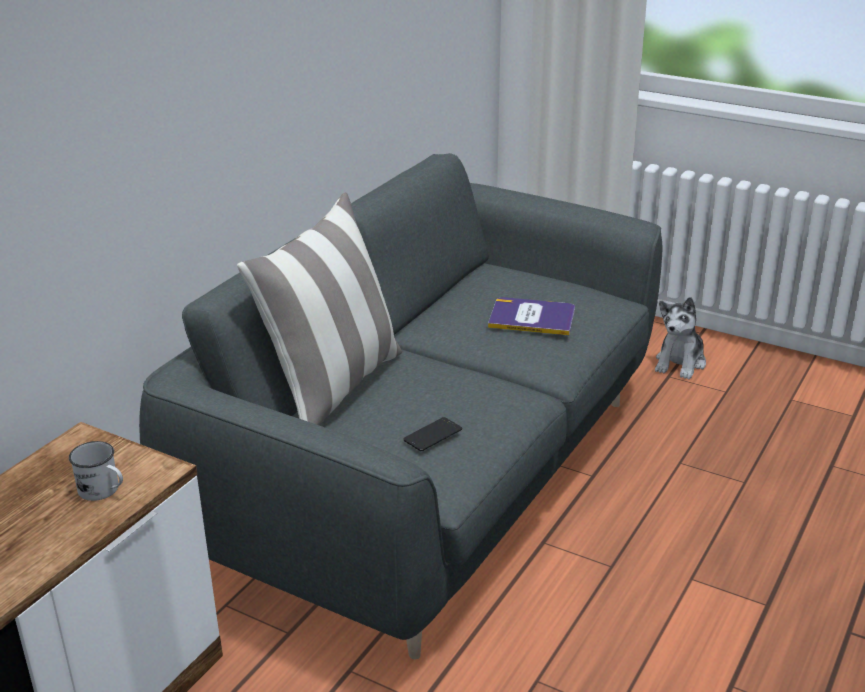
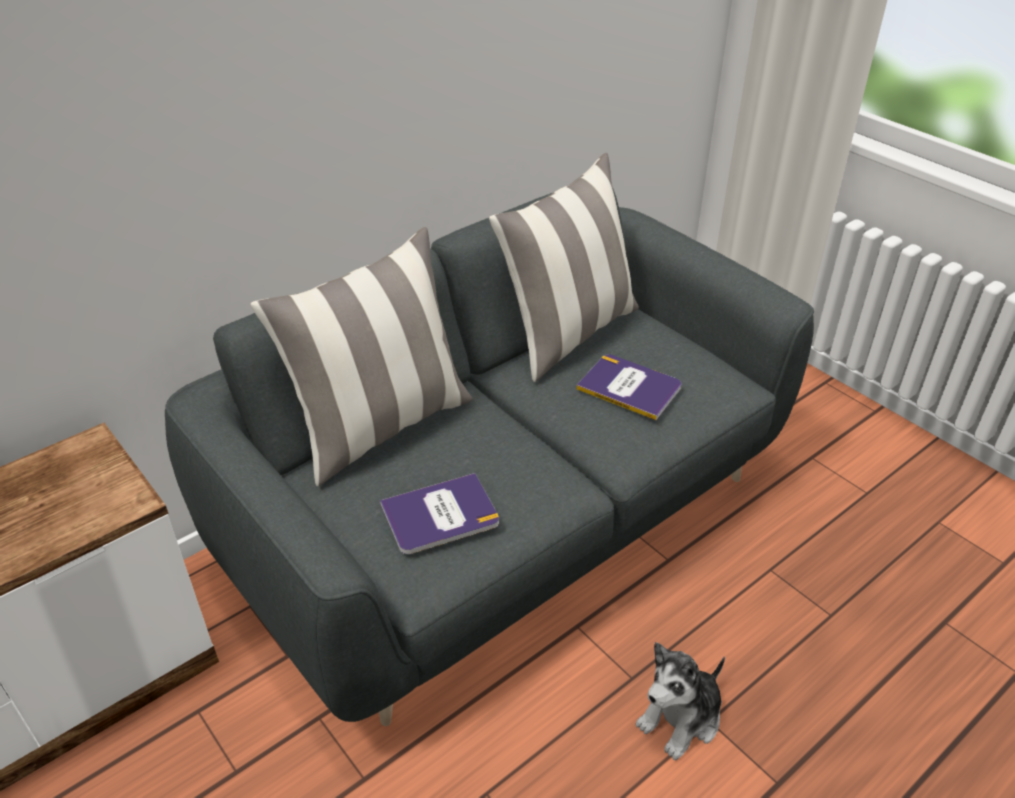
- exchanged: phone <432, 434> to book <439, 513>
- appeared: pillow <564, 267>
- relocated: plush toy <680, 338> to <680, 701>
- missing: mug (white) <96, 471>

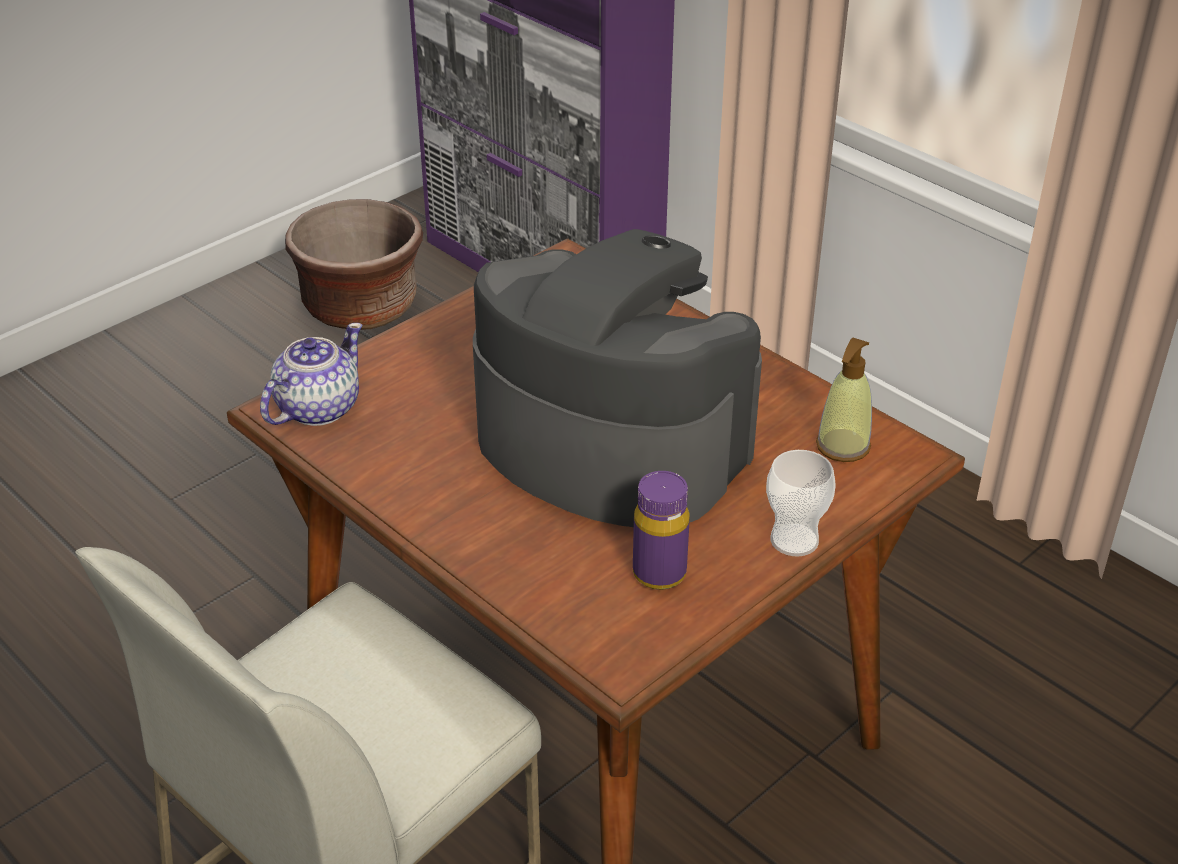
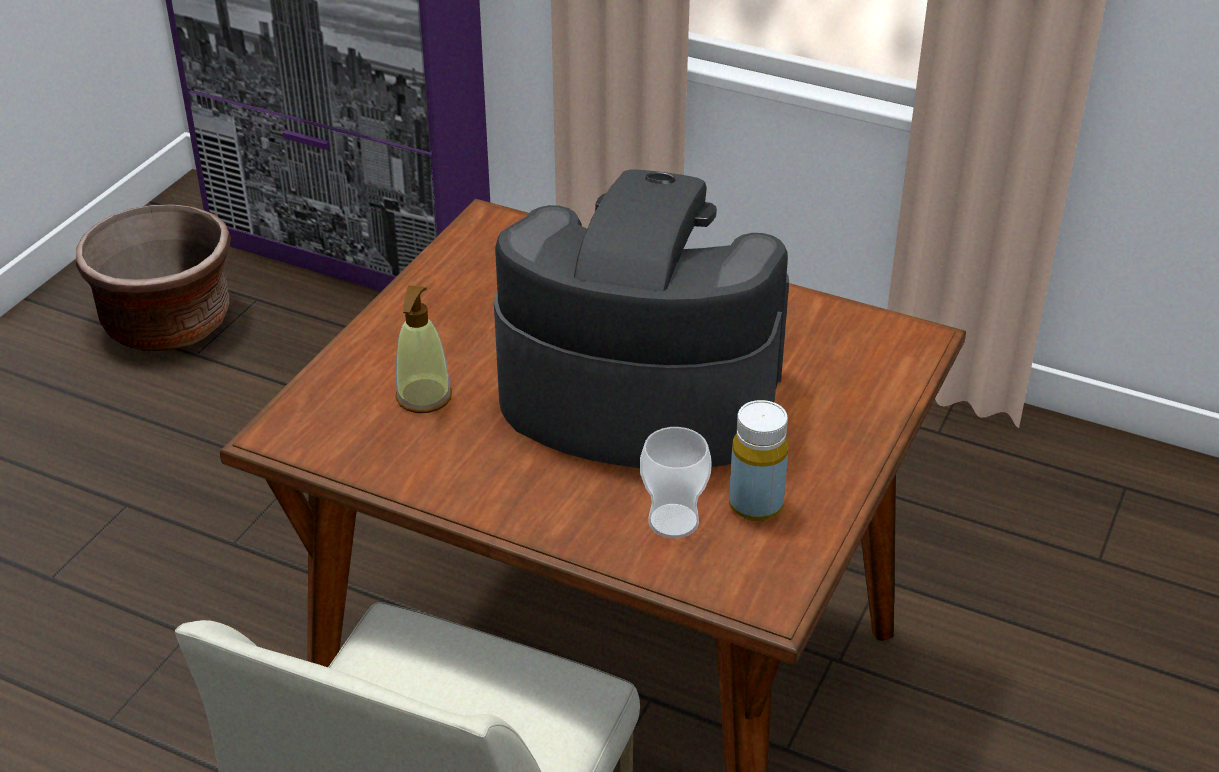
- relocated: soap dispenser <844, 399> to <423, 349>
- relocated: cup <801, 503> to <676, 483>
- colour: bottle (purple) <661, 530> to bottle (yellow) <758, 460>
- missing: teapot <311, 374>

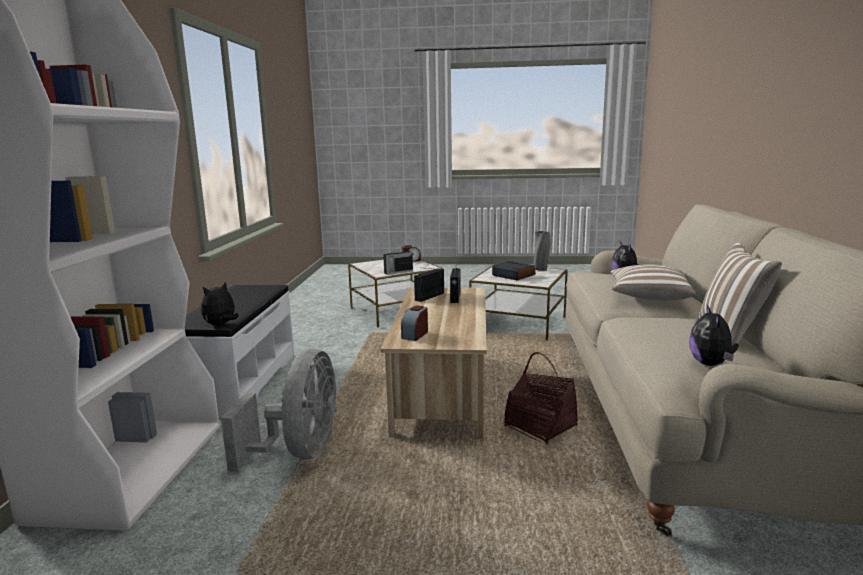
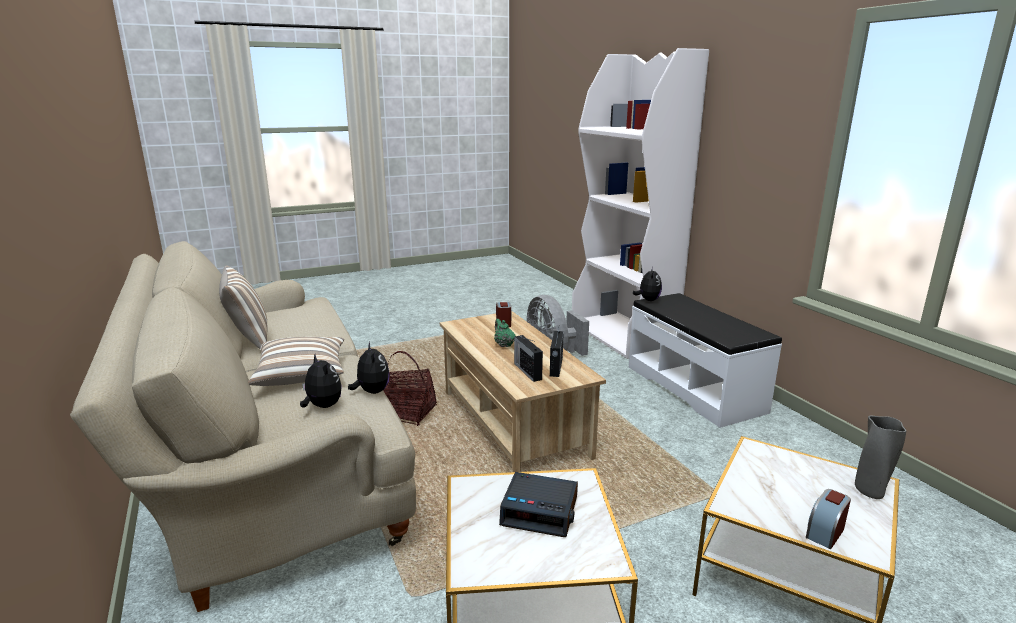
- relocated: plush toy <714, 335> to <369, 368>
- appeared: teapot (green) <504, 333>
- relocated: vase (grey) <542, 251> to <880, 457>
- missing: radio <398, 260>

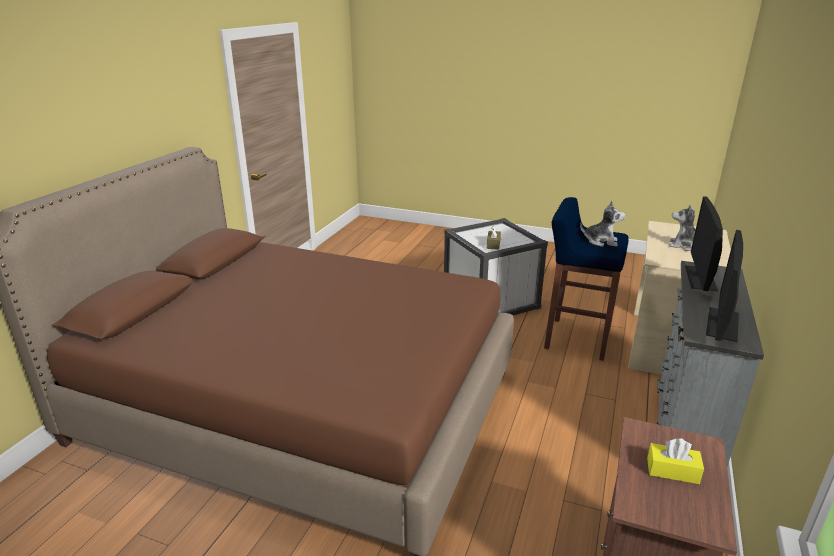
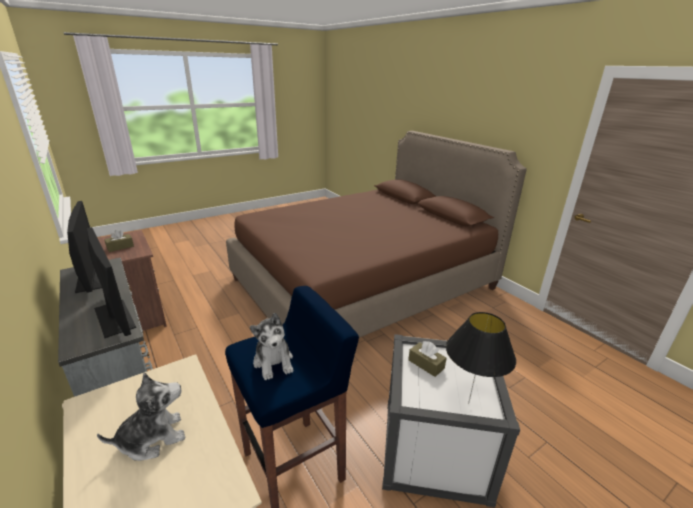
- colour: tissue box (yellow) <675, 461> to tissue box (brown) <119, 241>
- spun: plush toy <603, 224> = <271, 346> 75 degrees counterclockwise
- appeared: table lamp (black) <481, 357>

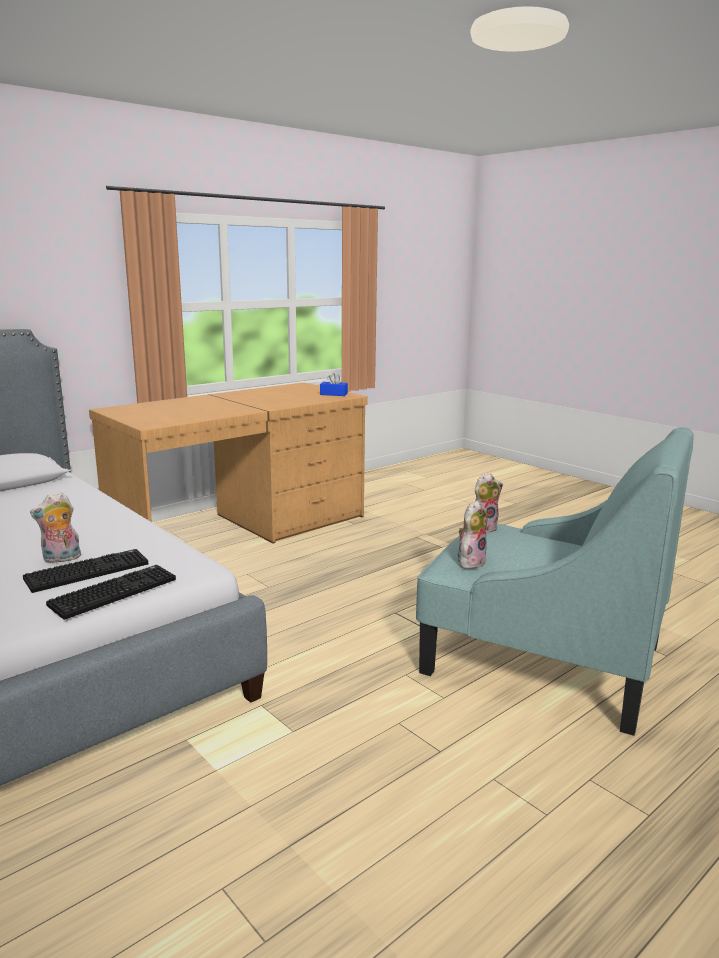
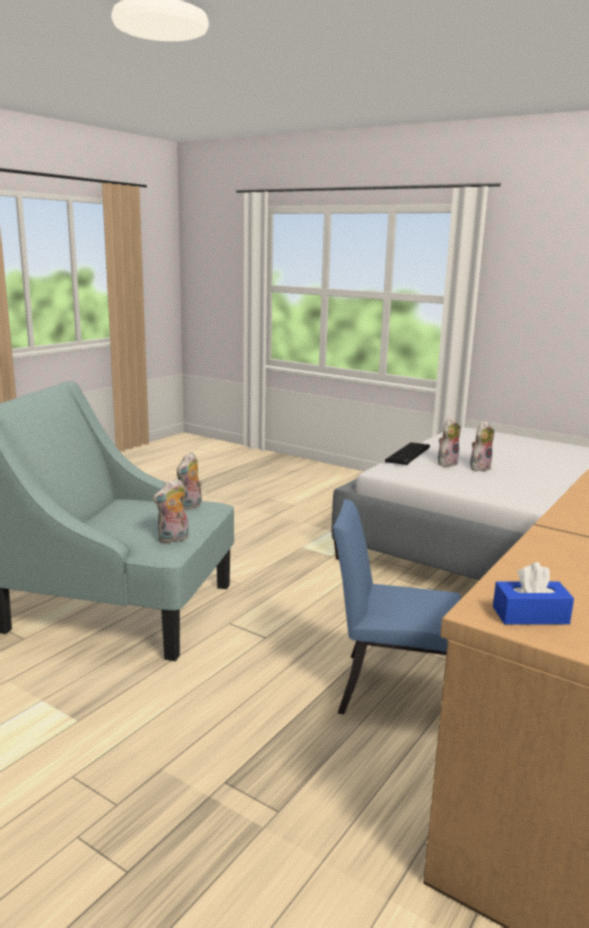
- appeared: chair (blue) <397, 606>
- exchanged: keyboard <85, 571> to plush toy <449, 441>

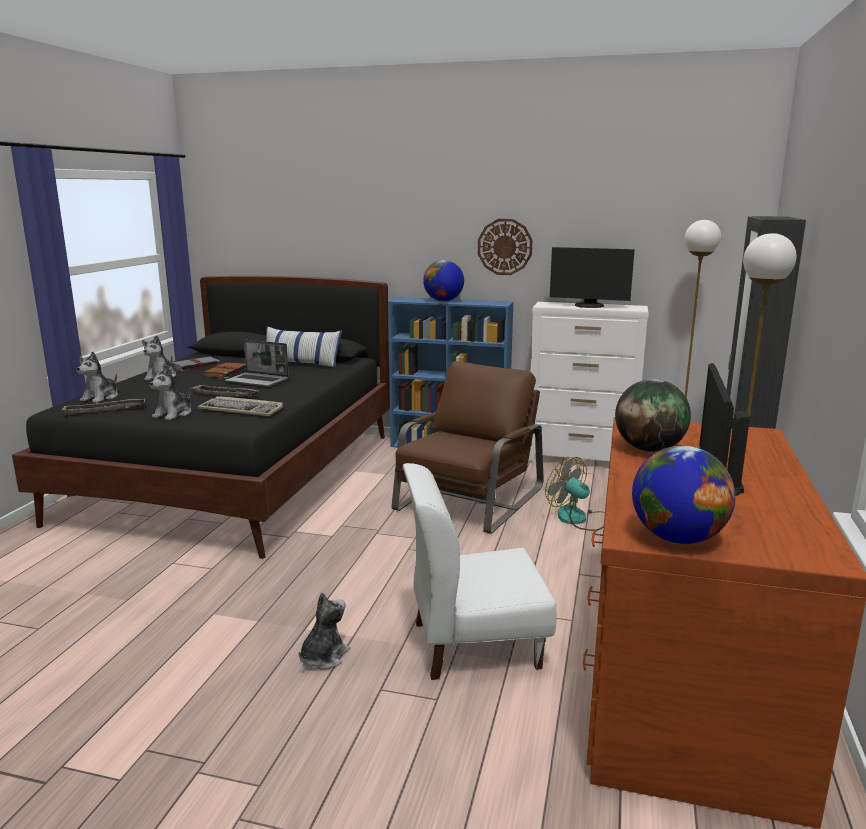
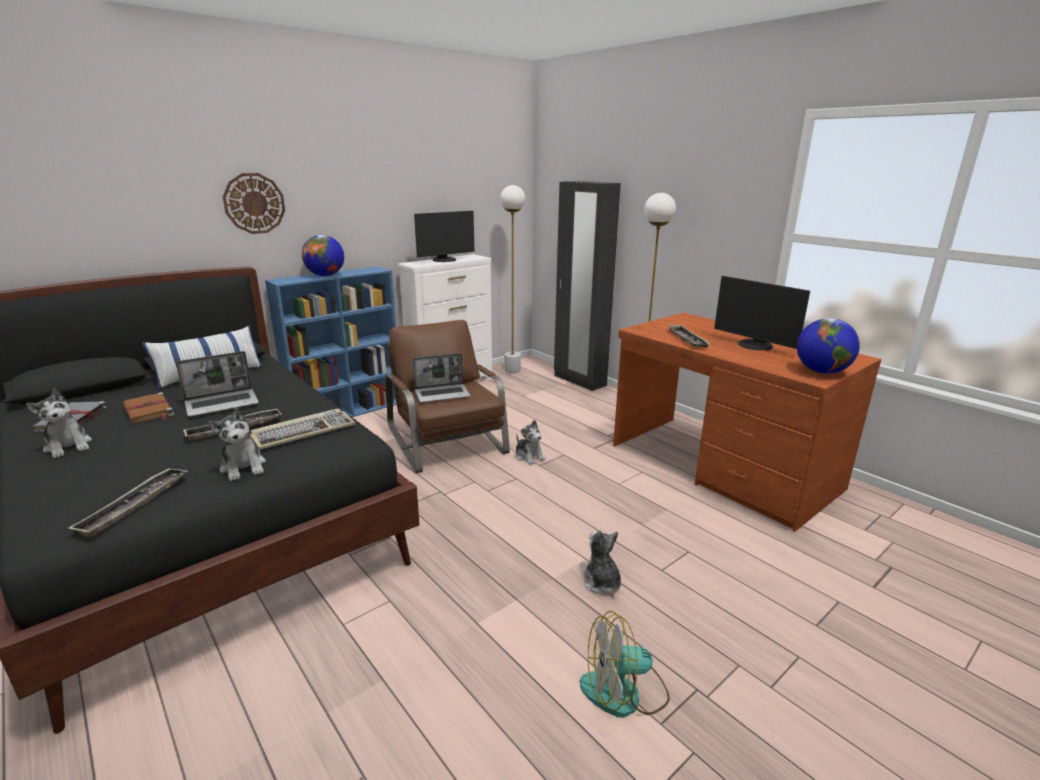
- relocated: wall clock <505, 247> to <254, 203>
- appeared: laptop <441, 378>
- relocated: plush toy <97, 377> to <530, 442>
- relocated: fan <575, 494> to <625, 664>
- exchanged: globe <653, 415> to tray <688, 336>
- missing: chair (white) <479, 571>

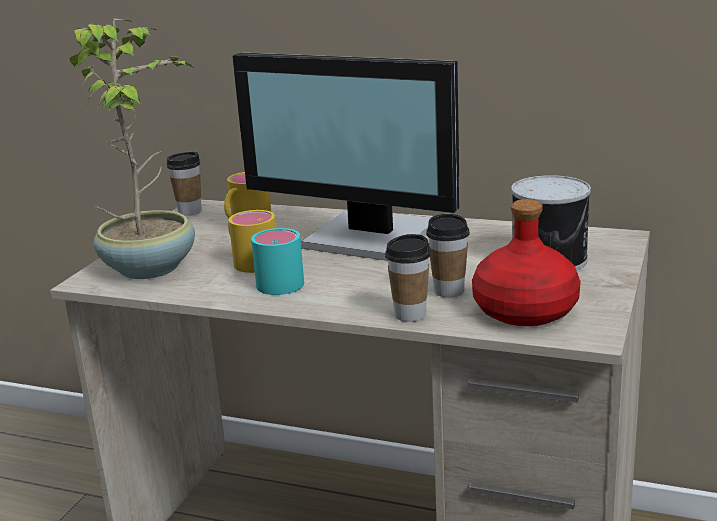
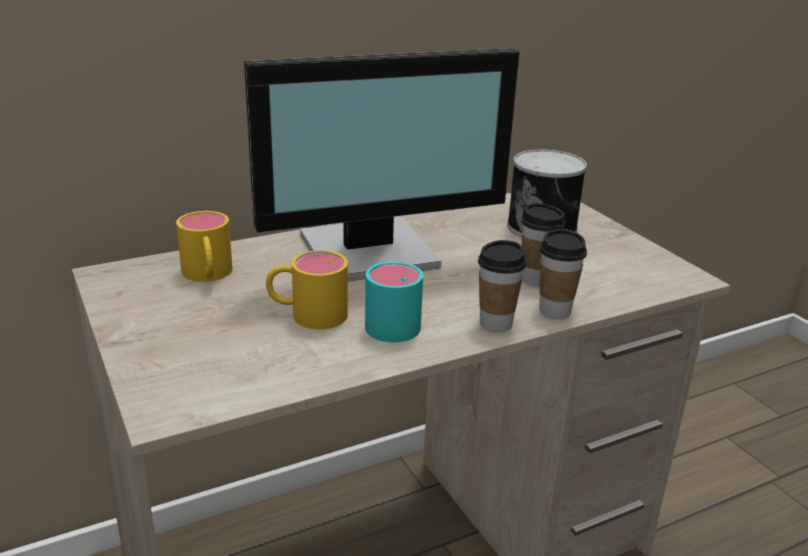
- relocated: cup <184, 183> to <502, 286>
- missing: potted plant <132, 149>
- missing: bottle (red) <526, 262>

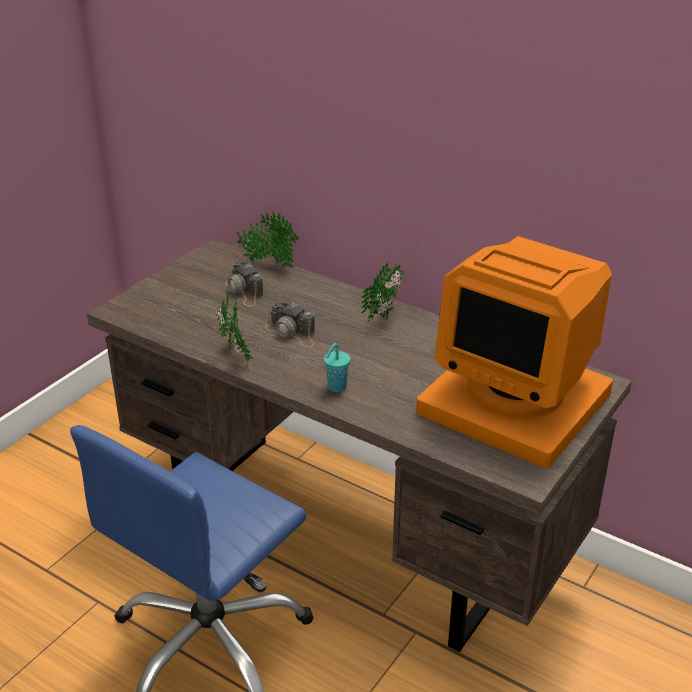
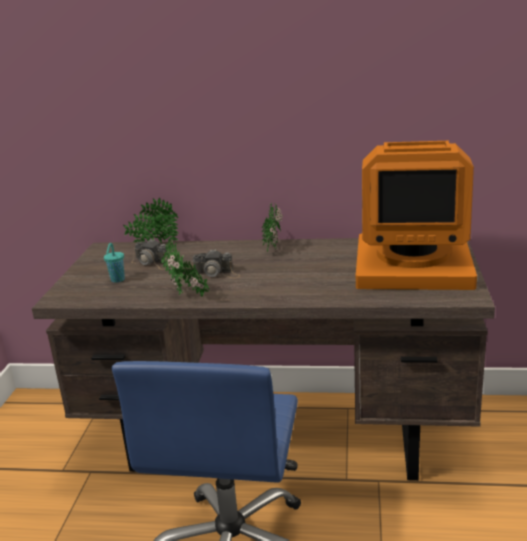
- relocated: cup (turquoise) <337, 367> to <114, 263>

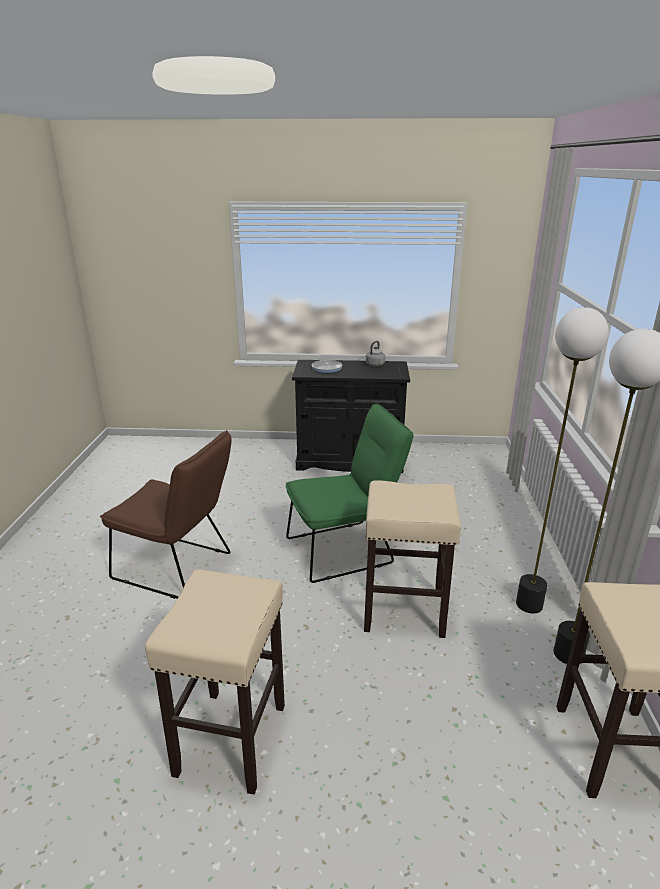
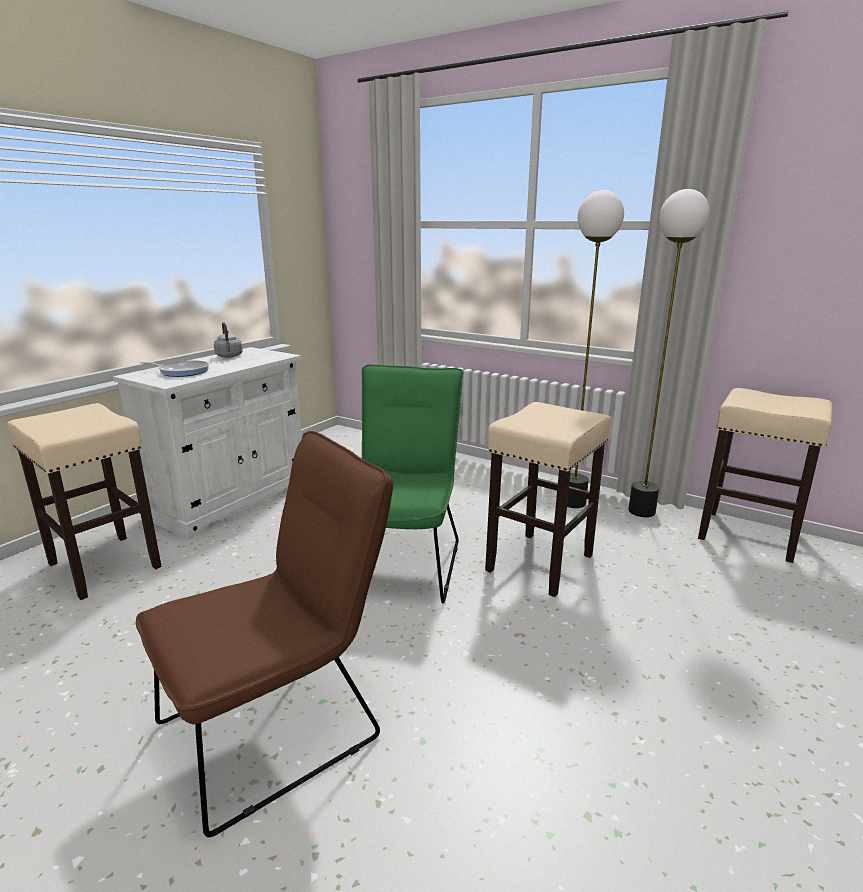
- relocated: stool (beige) <215, 682> to <84, 501>
- colour: cabinet (black) <351, 416> to cabinet (white) <207, 443>

